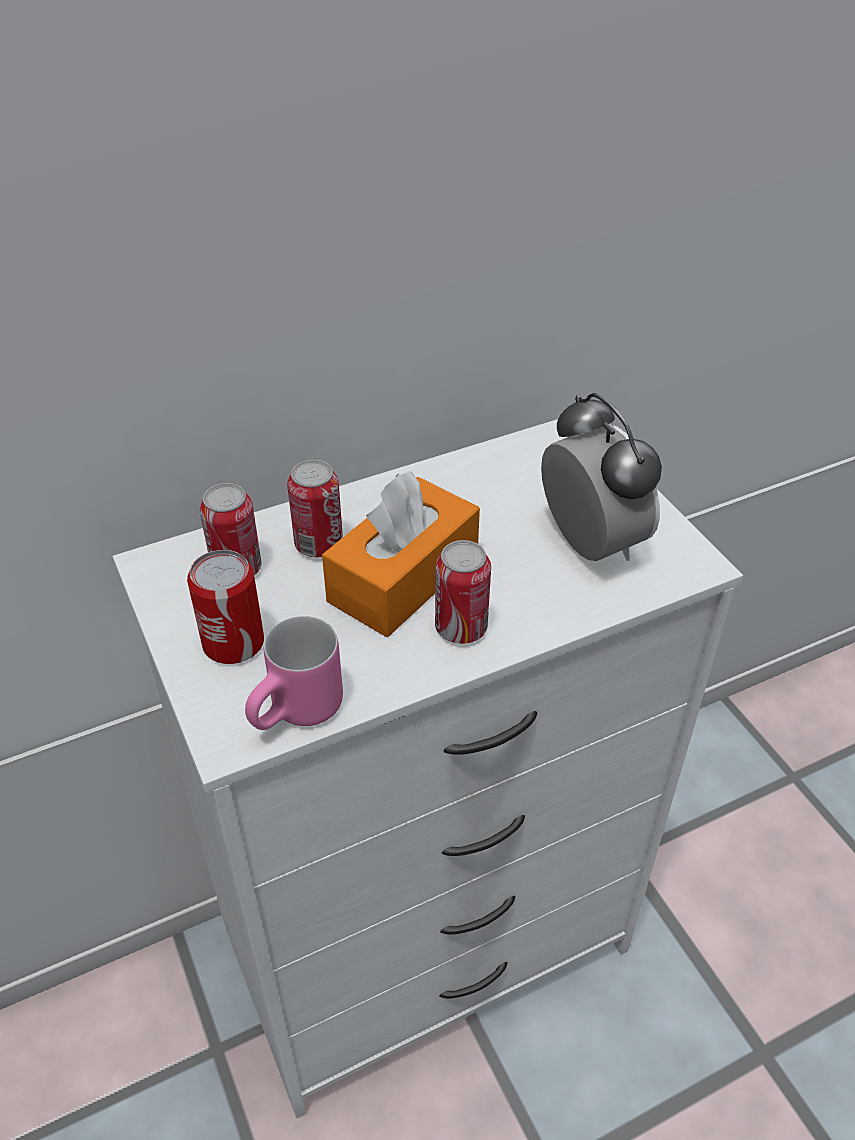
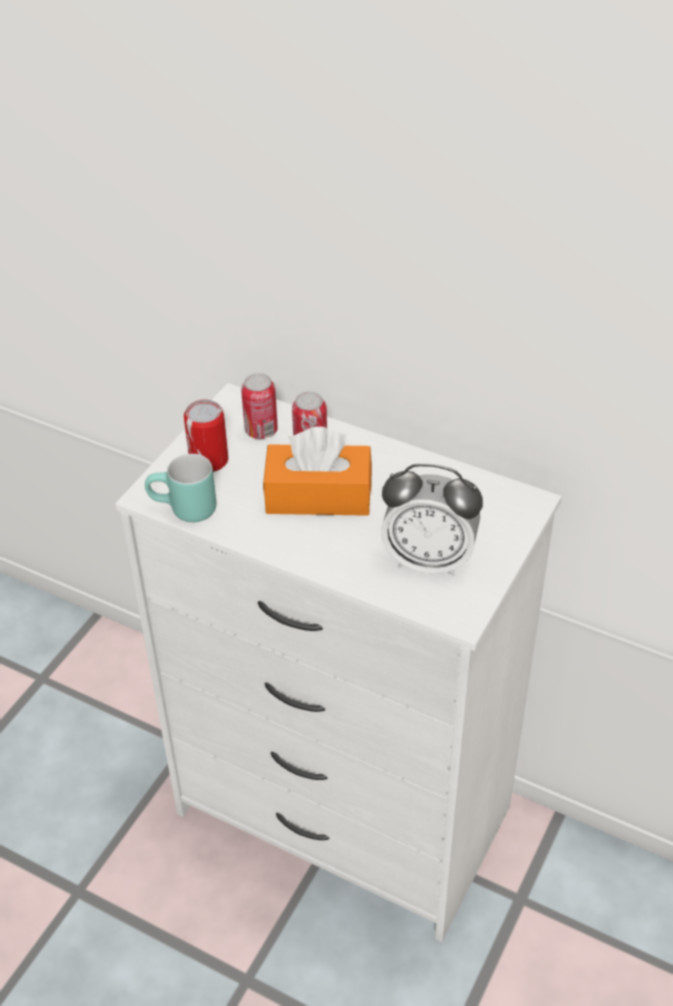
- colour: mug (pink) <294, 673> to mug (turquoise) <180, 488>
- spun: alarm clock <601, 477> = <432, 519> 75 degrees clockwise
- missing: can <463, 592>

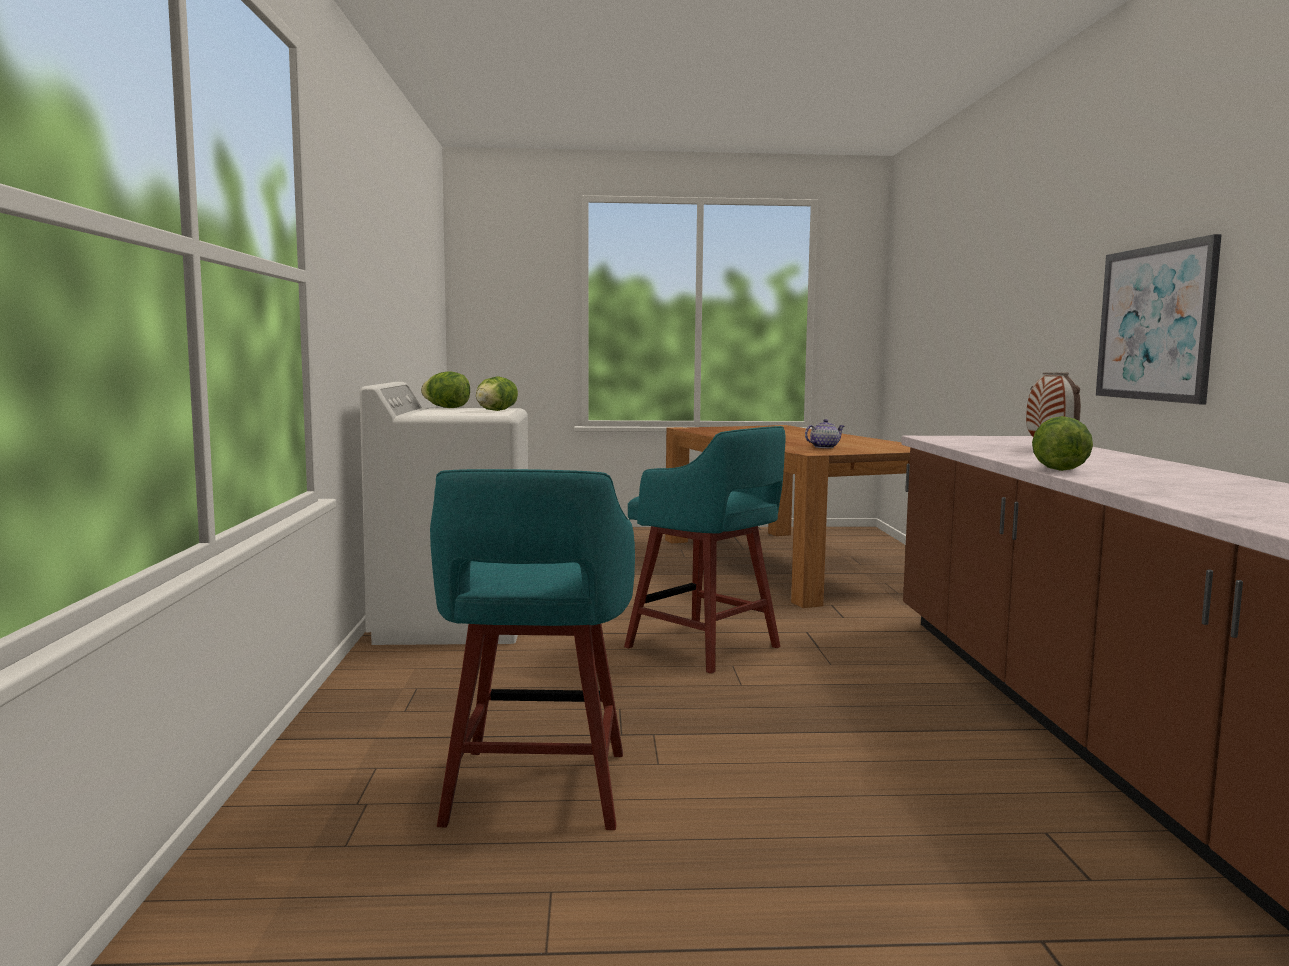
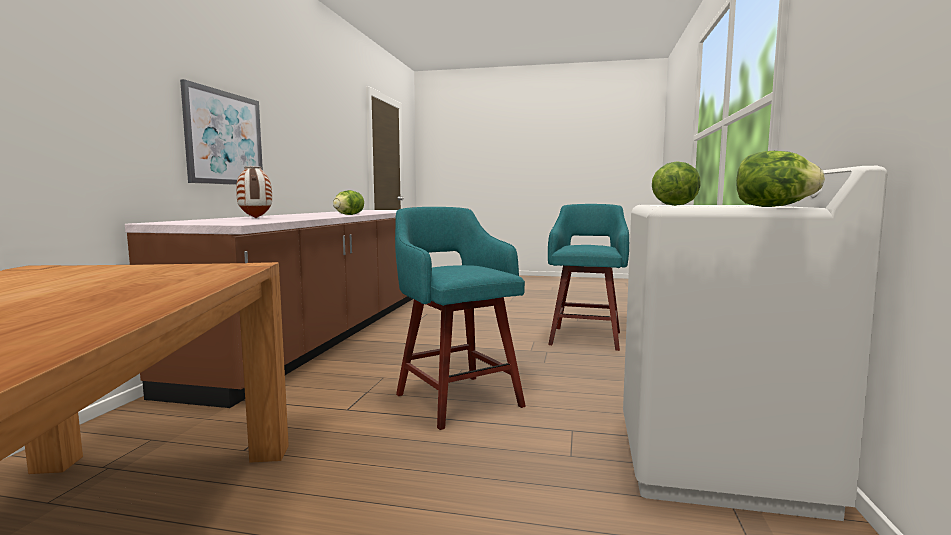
- missing: teapot <824, 433>

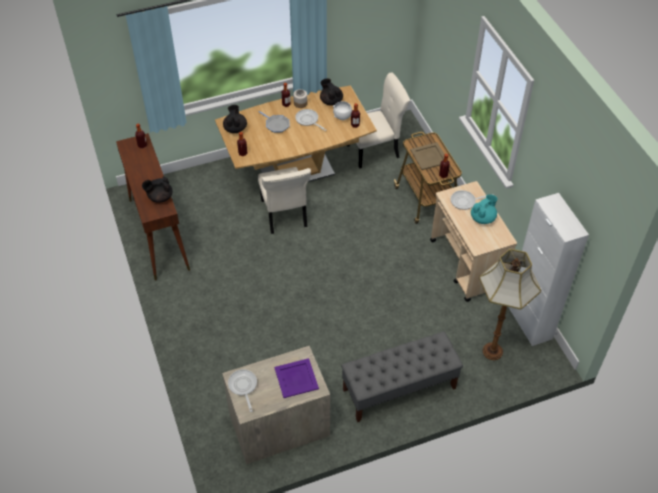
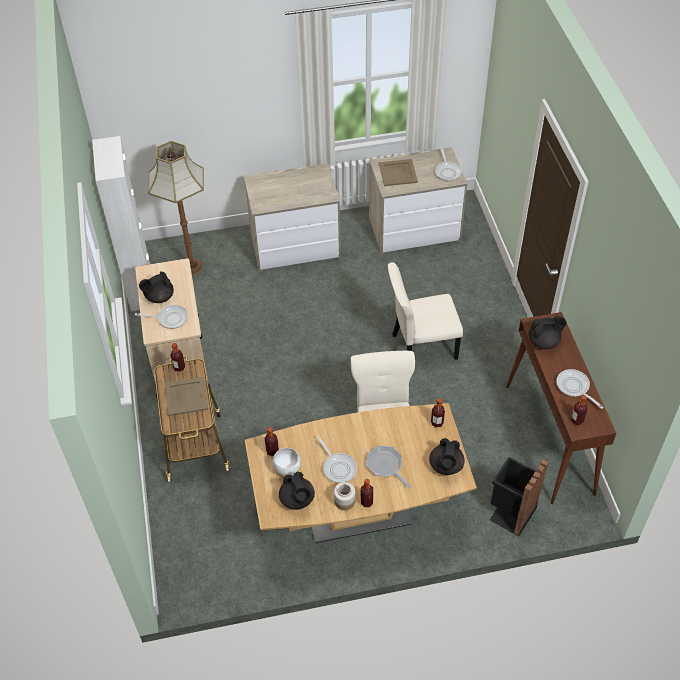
- colour: teapot (turquoise) <484, 209> to teapot (black) <156, 287>
- exchanged: bench (grey) <402, 376> to dresser <292, 217>
- colour: tray (purple) <296, 378> to tray (beige) <398, 172>
- relocated: chair (beige) <378, 121> to <425, 311>
- appeared: trash can (black) <519, 496>
- appeared: frying pan <580, 389>

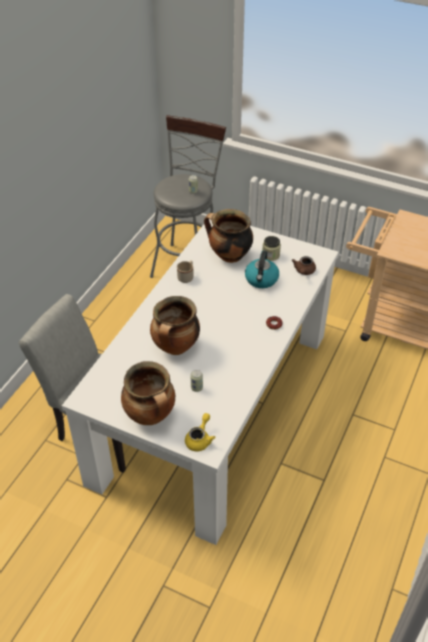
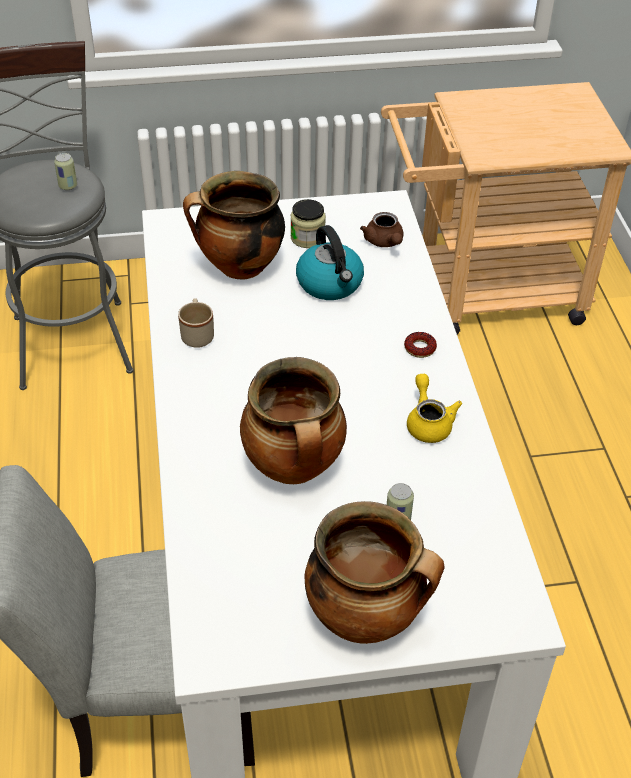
- relocated: teapot (yellow) <200, 432> to <434, 408>

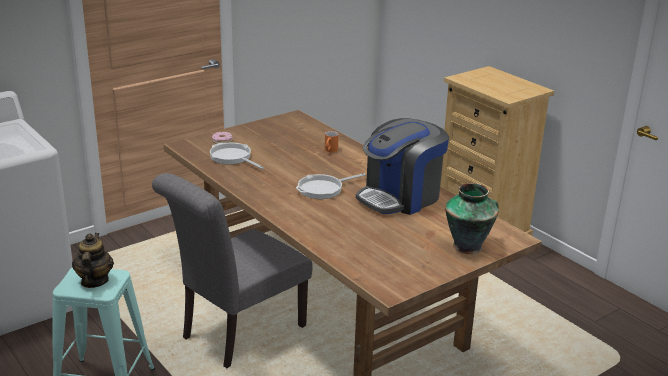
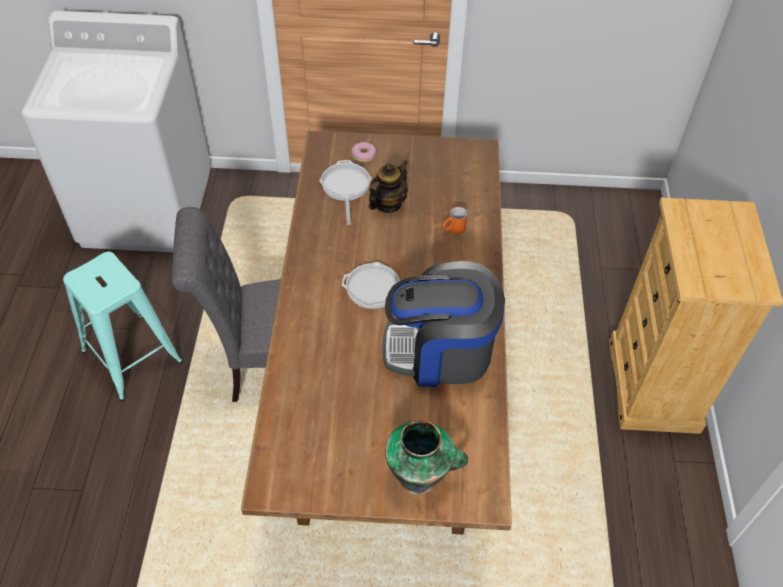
- relocated: teapot <93, 260> to <388, 186>

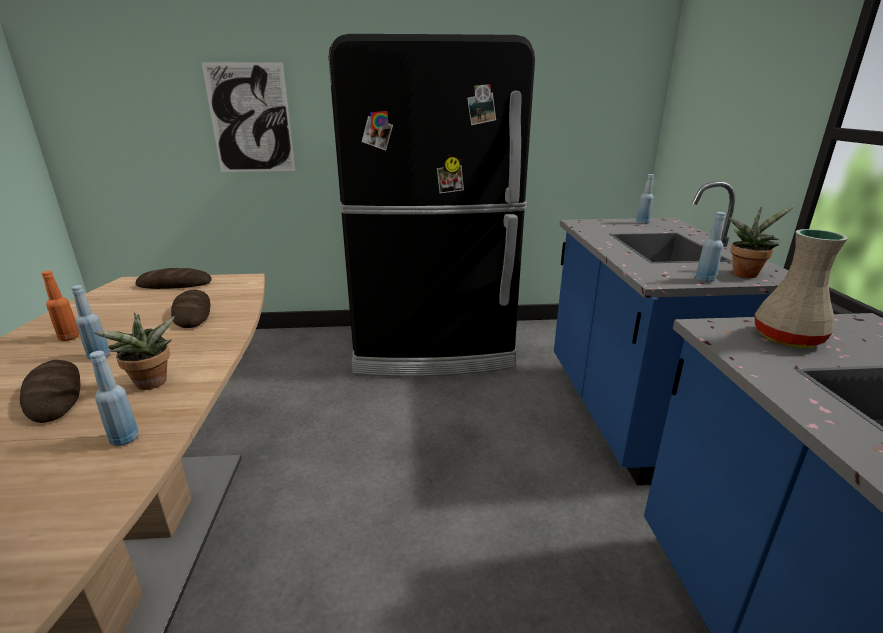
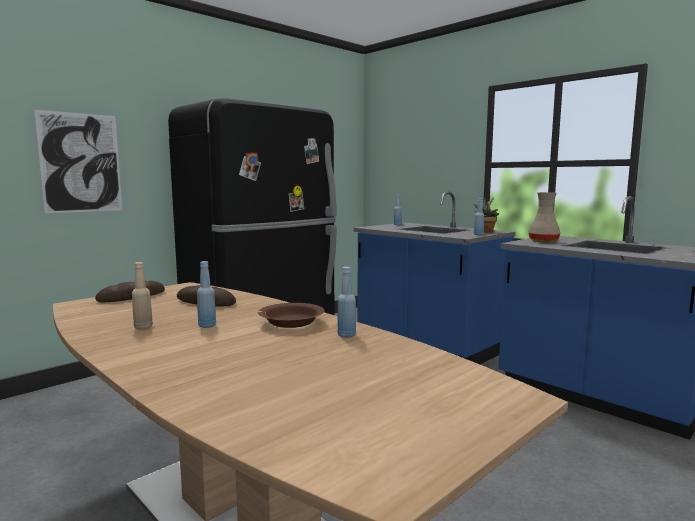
- colour: bottle (orange) <60, 306> to bottle (beige) <142, 295>
- exchanged: potted plant <134, 351> to bowl (brown) <291, 315>
- missing: bread <50, 391>

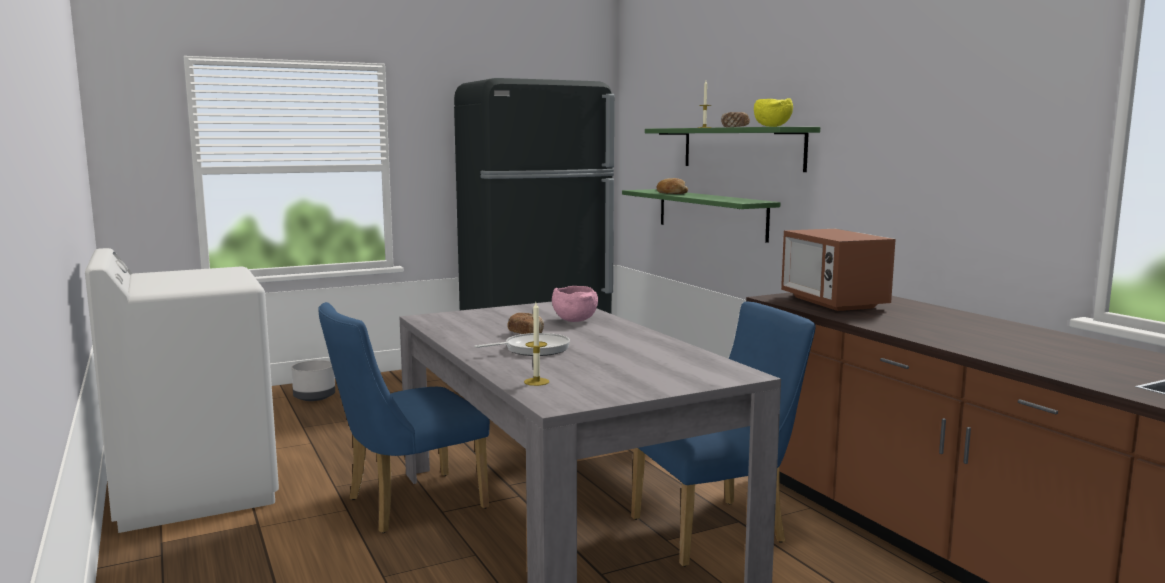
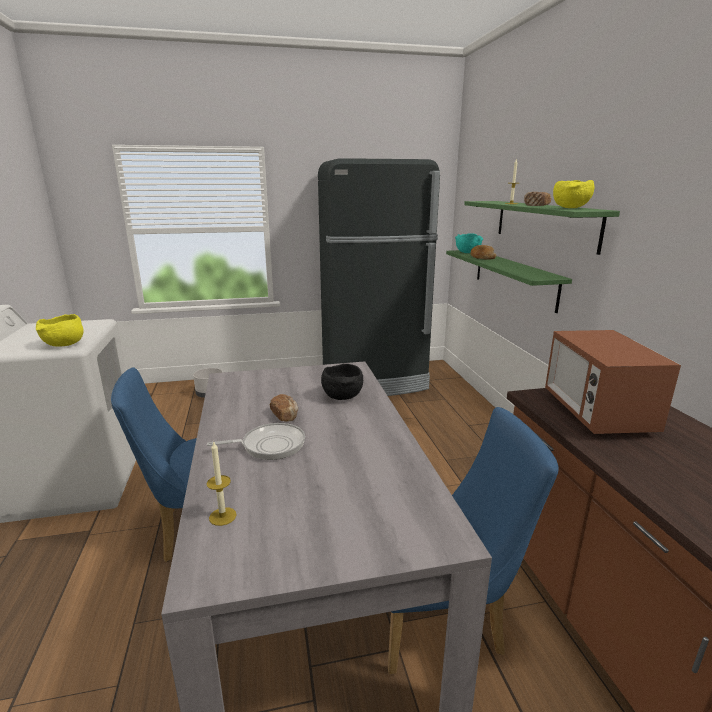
- appeared: bowl (yellow) <60, 330>
- colour: bowl (pink) <575, 304> to bowl (black) <342, 382>
- appeared: bowl (turquoise) <469, 243>

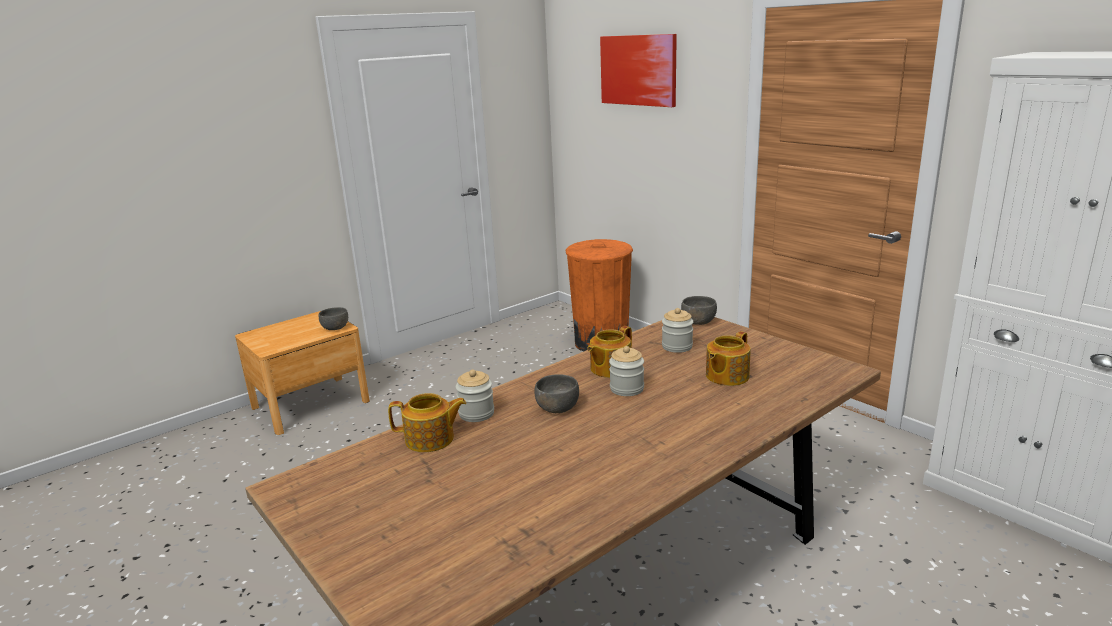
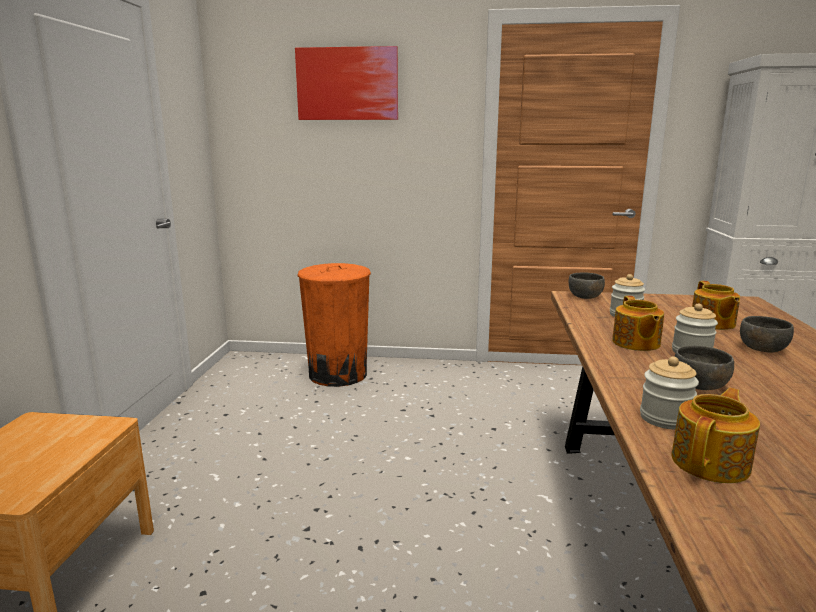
- relocated: bowl (grey) <333, 318> to <767, 334>

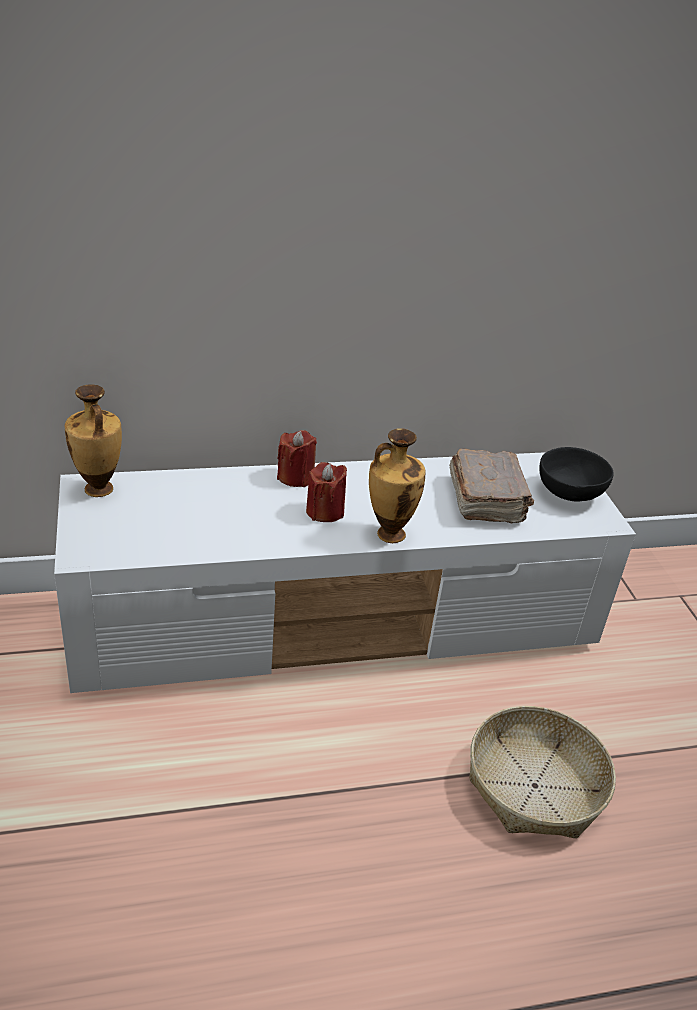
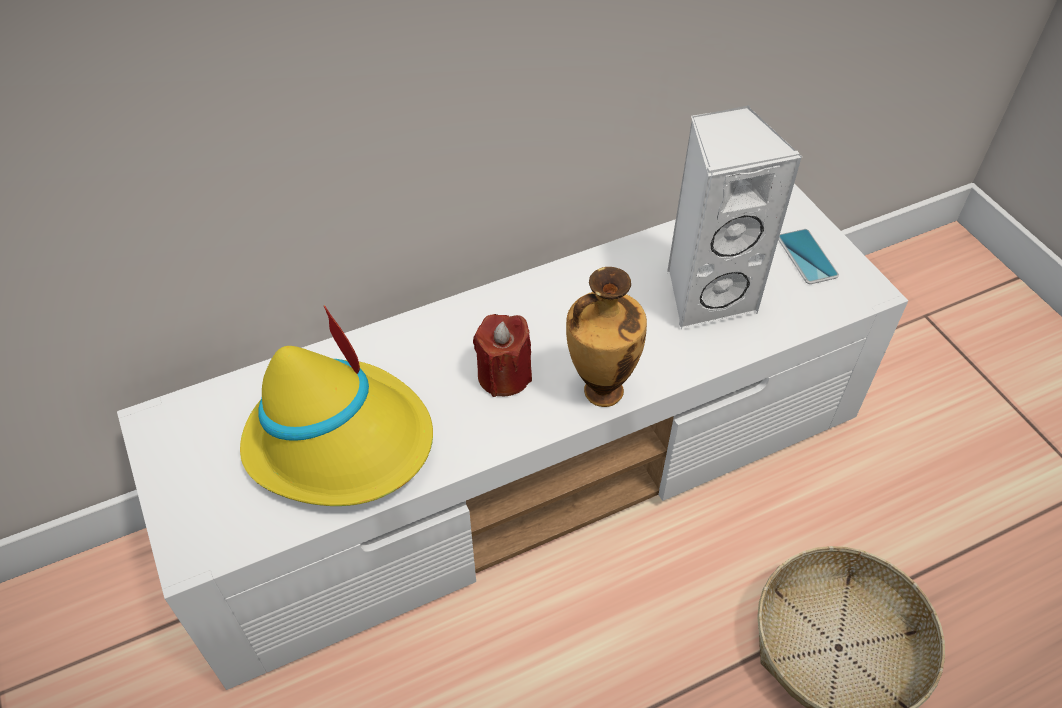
- appeared: hat (yellow) <336, 405>
- exchanged: book (brown) <491, 486> to speaker (white) <734, 218>
- exchanged: bowl (black) <576, 474> to phone <808, 256>
- missing: vase <93, 440>
- missing: candle (red) <297, 458>

